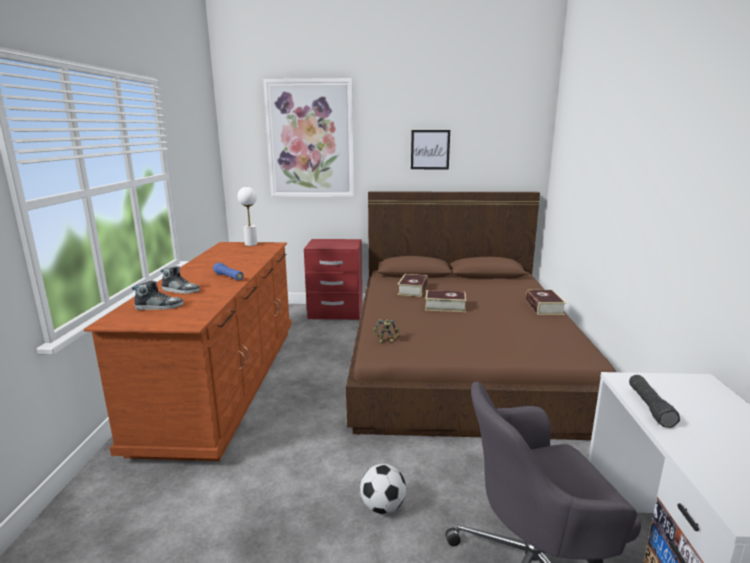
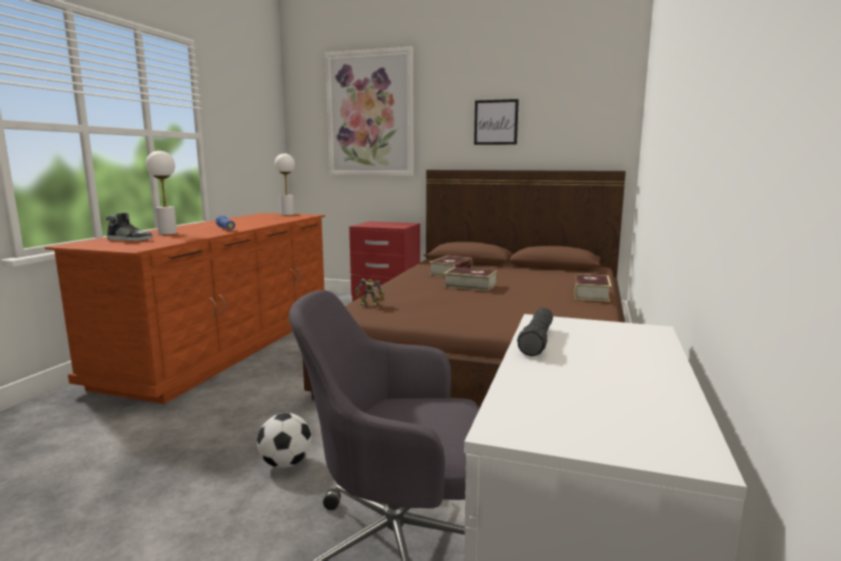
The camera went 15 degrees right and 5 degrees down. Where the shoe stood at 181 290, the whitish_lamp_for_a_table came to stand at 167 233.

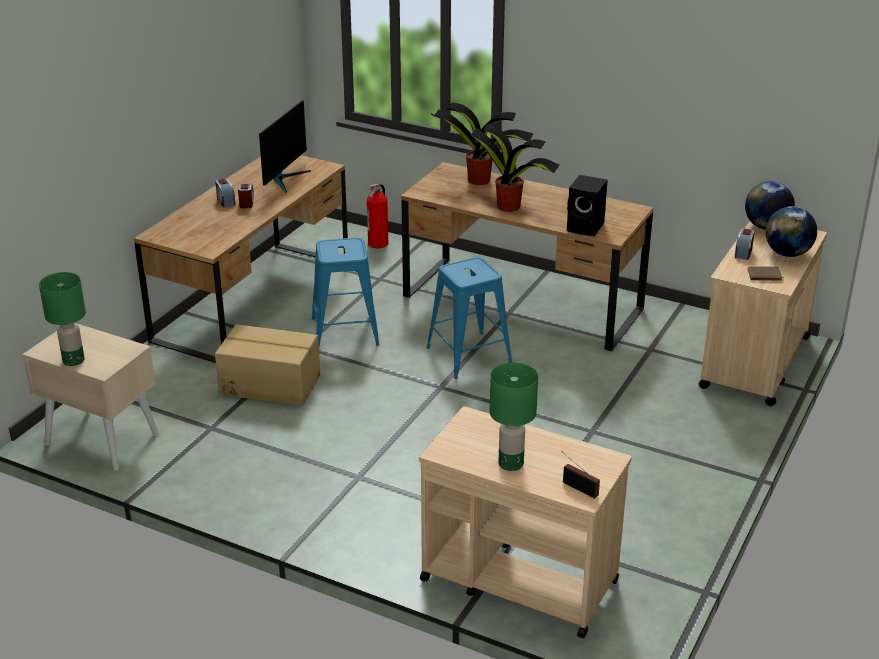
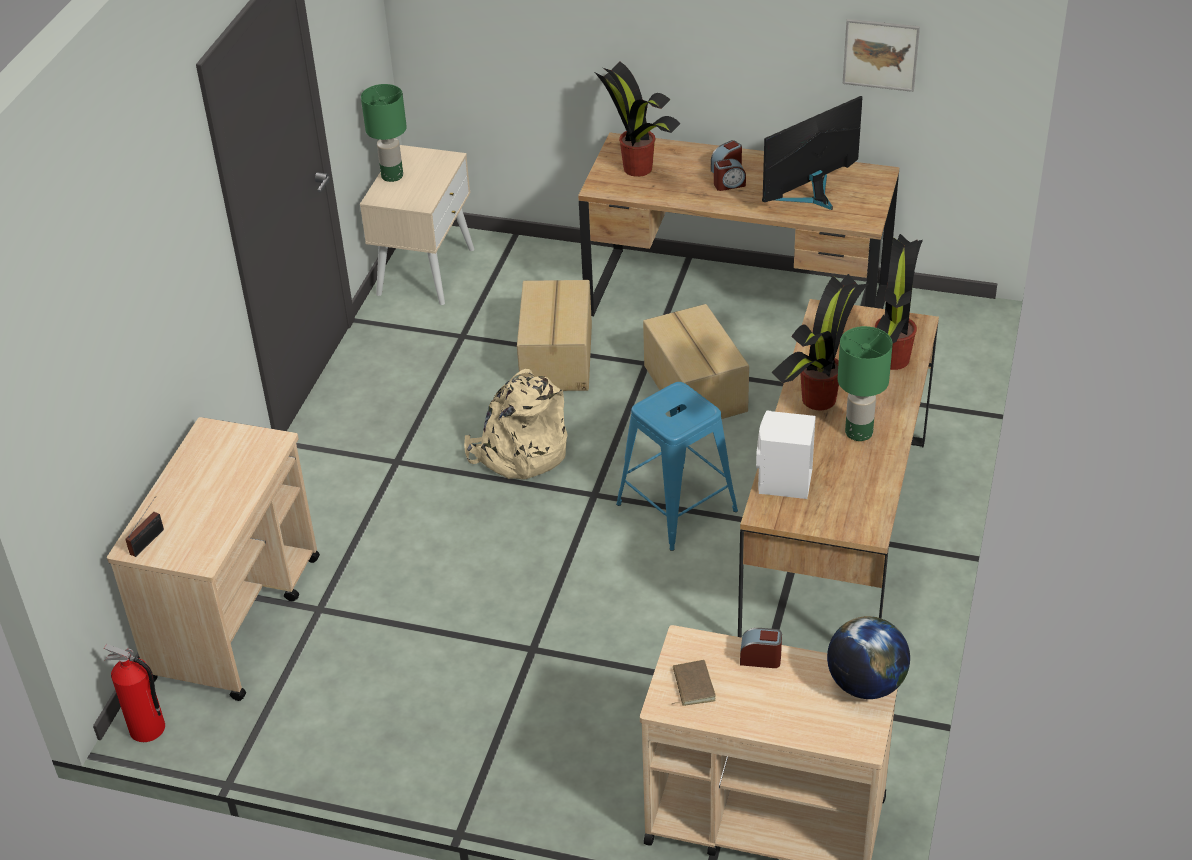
The camera went 80 degrees right and 10 degrees up. The monitor at 284 178 ended up facing another way, 135 degrees clockwise from before. What was the black-coloured_loudspeaker at 586 227 turned into the whitish_loudspeaker at 784 483. The extinguisher ended up elsewhere, having gone from 378 243 to 147 729. The second view lost the desk_globe at 787 254. Where the blue_stool_seat stood at 344 331, the packing_box came to stand at 694 389. The green-coloured_lamp_for_a_table ended up elsewhere, having gone from 510 463 to 858 432. The second view gained the wall_picture at 880 54. The second view gained the houseplant at 637 167. The second view gained the beige-coloured_backpack at 519 453.

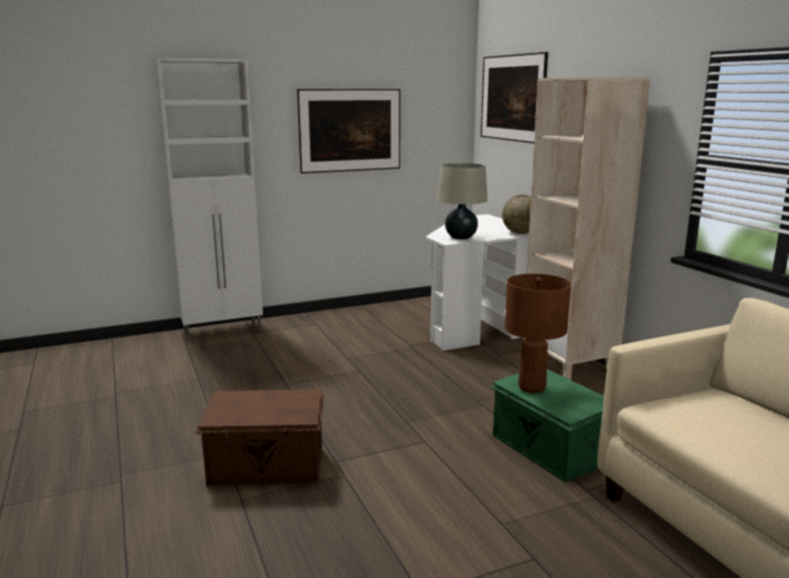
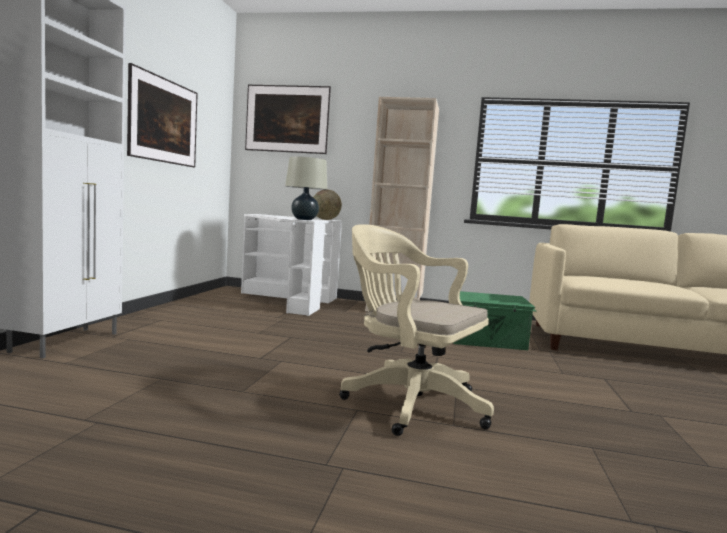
The camera went 55 degrees left and 10 degrees down. The second view lost the brownish_lamp_for_a_table at 531 387. Where the brownish_storage_box stood at 267 466, the beige-coloured_desk_chair came to stand at 408 402.

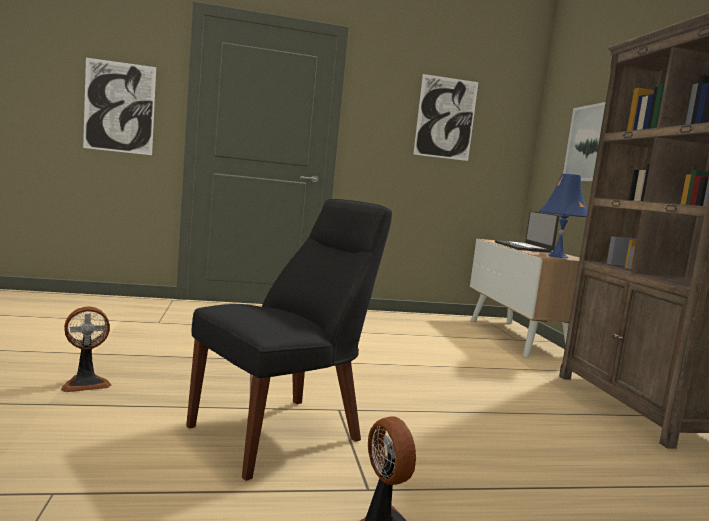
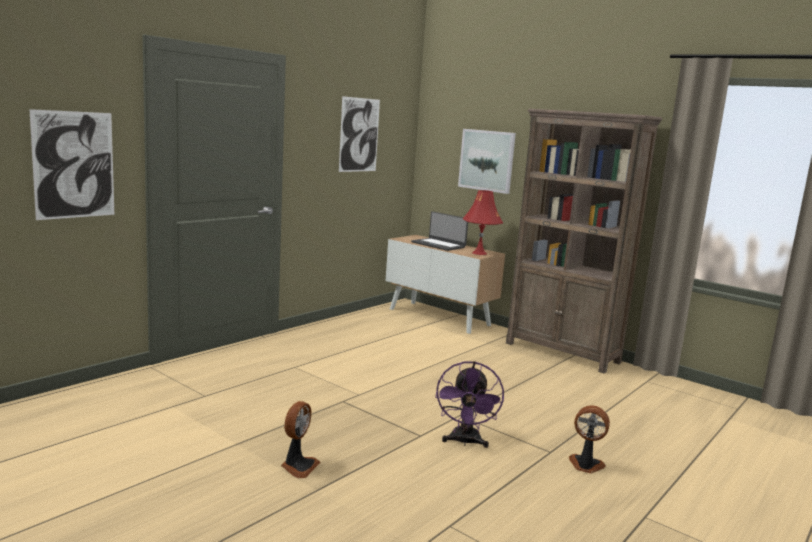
The camera went 40 degrees left and 5 degrees up. What was the blue_lamp_for_a_table at 557 256 turned into the reddish_lamp_for_a_table at 479 253. Where the black-coloured_chair stood at 282 432, the purple-coloured_electric_fan came to stand at 465 442.

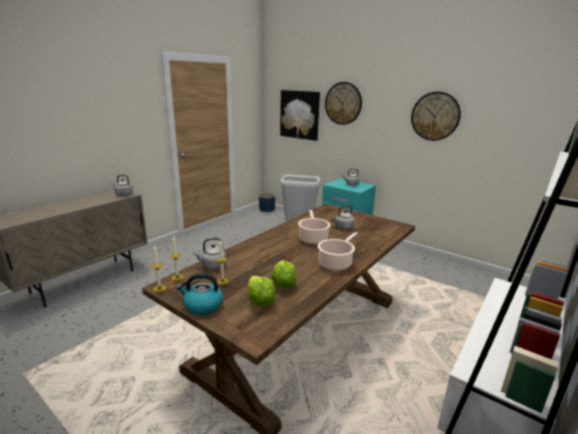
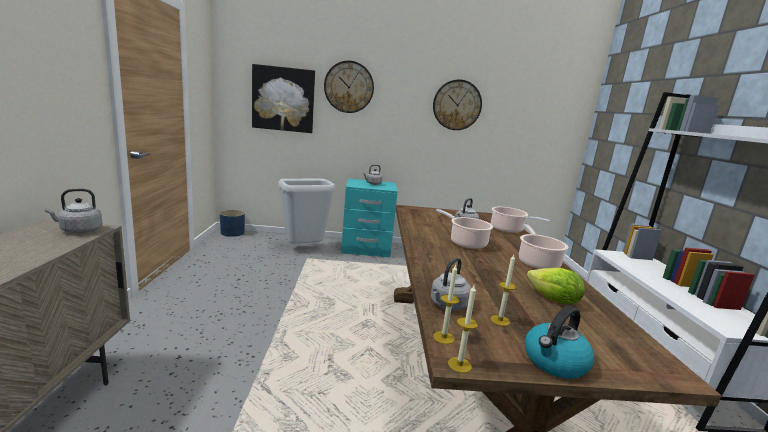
The camera went 40 degrees left and 5 degrees down. The second view lost the head_of_lettuce at 260 301. The second view gained the saucepot at 508 230.

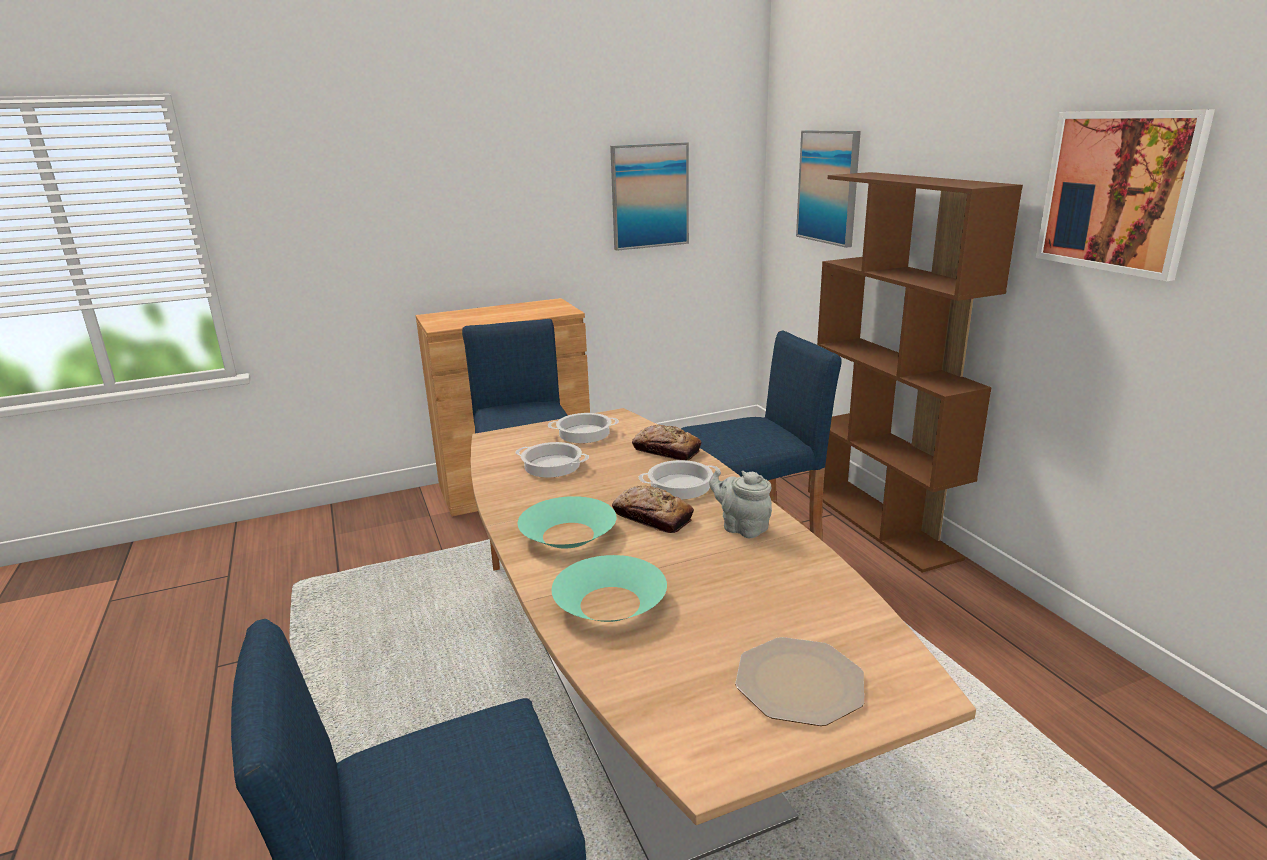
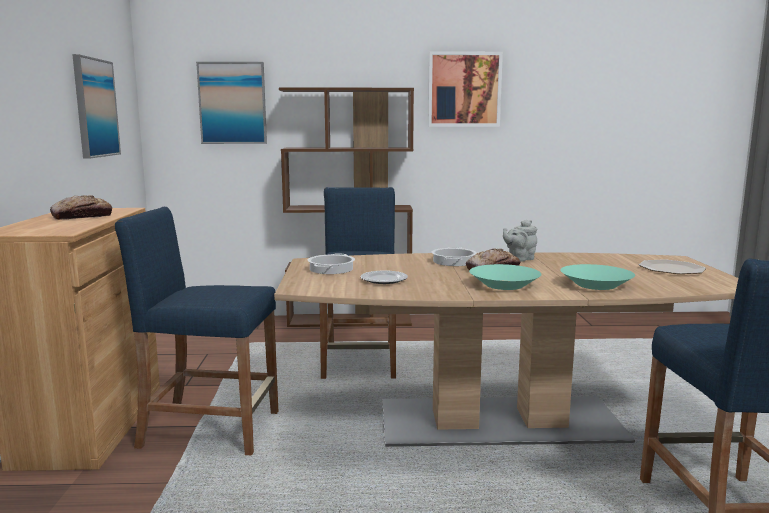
The camera went 70 degrees left and 10 degrees down. The bread ended up elsewhere, having gone from 666 450 to 82 216. Where the saucepot stood at 551 466, the dinner_plate came to stand at 384 280.

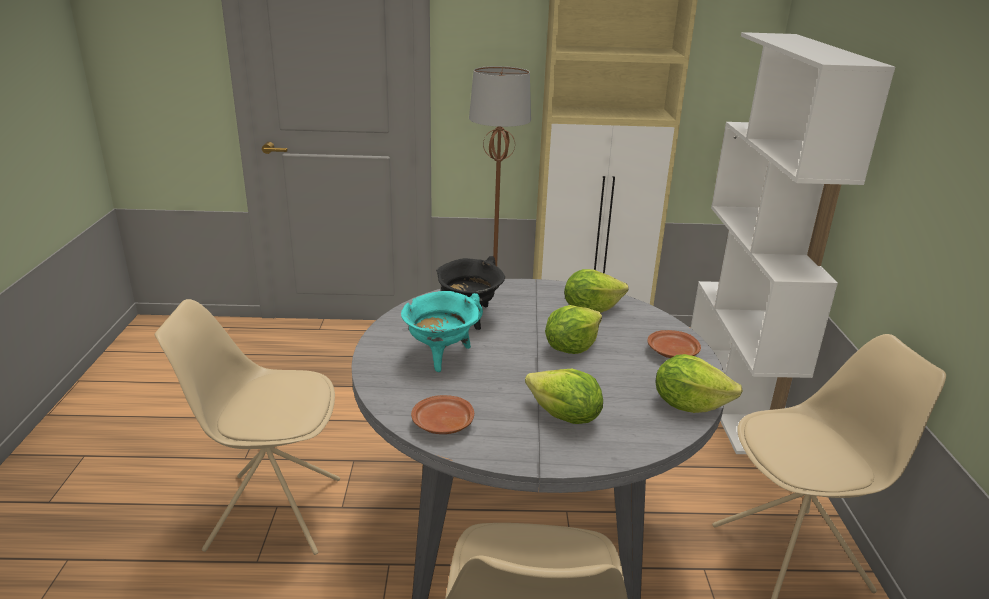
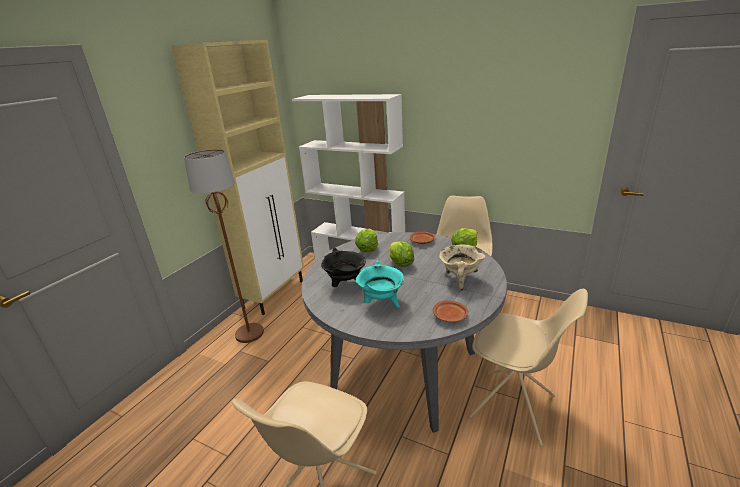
The camera went 60 degrees left and 0 degrees up. Where the head_of_lettuce stood at 564 417, the beige-coloured_saucepot came to stand at 460 280.

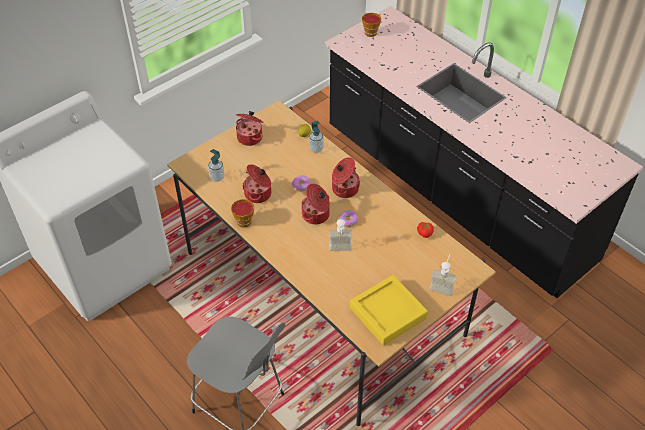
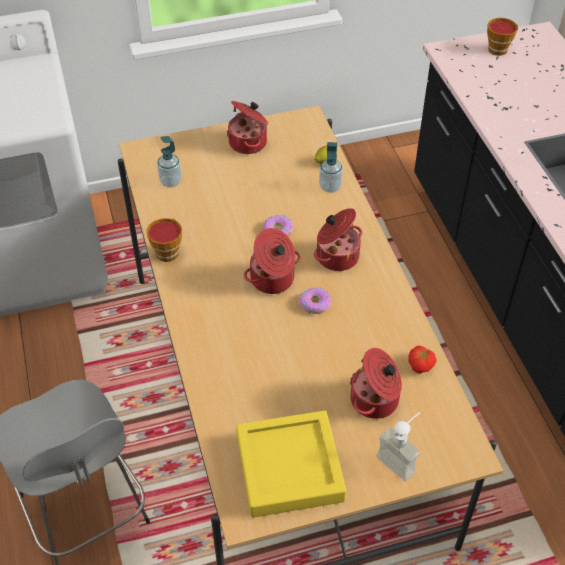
The camera went 25 degrees right and 0 degrees up. The saucepot ended up elsewhere, having gone from 258 194 to 375 400. The second view lost the soap_bottle at 340 251.

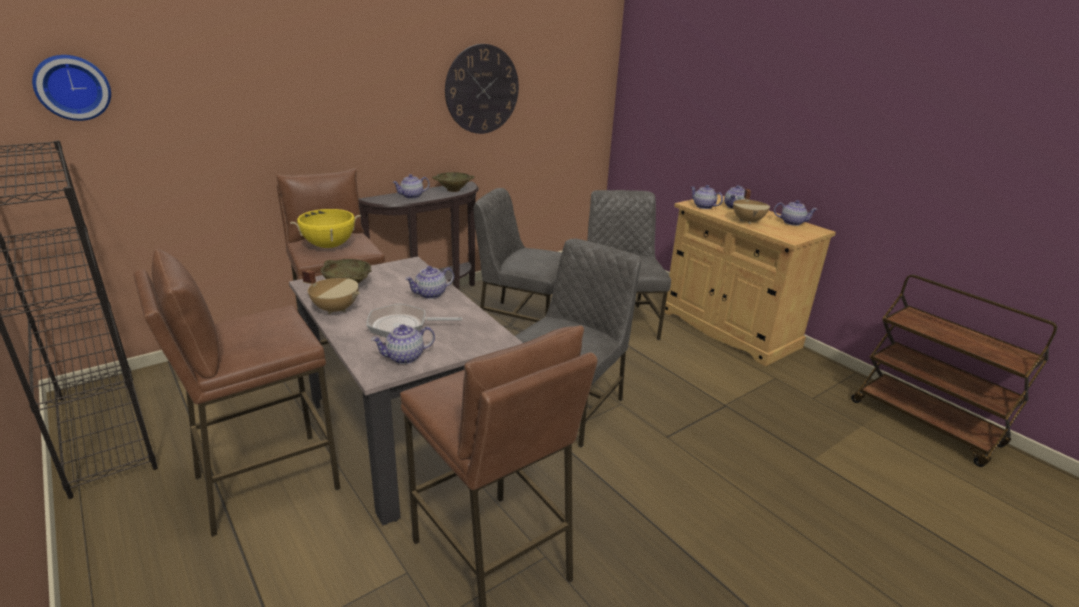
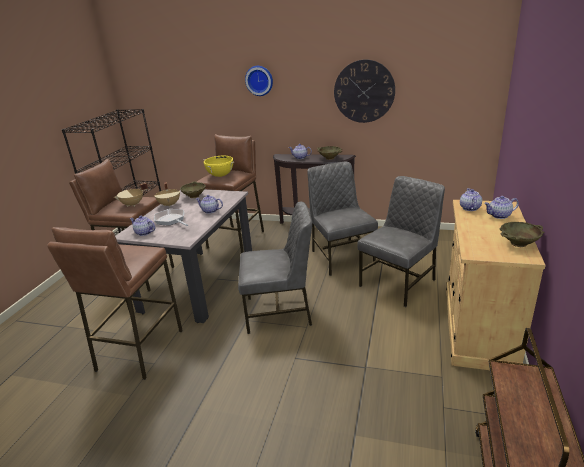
The camera went 55 degrees right and 0 degrees up. The clock_on_the_wall ended up elsewhere, having gone from 72 87 to 259 80. The beige-coloured_saucepot ended up elsewhere, having gone from 748 221 to 133 205. Where the pot_for_tea stood at 792 223, the beige-coloured_deep_dish came to stand at 519 243.

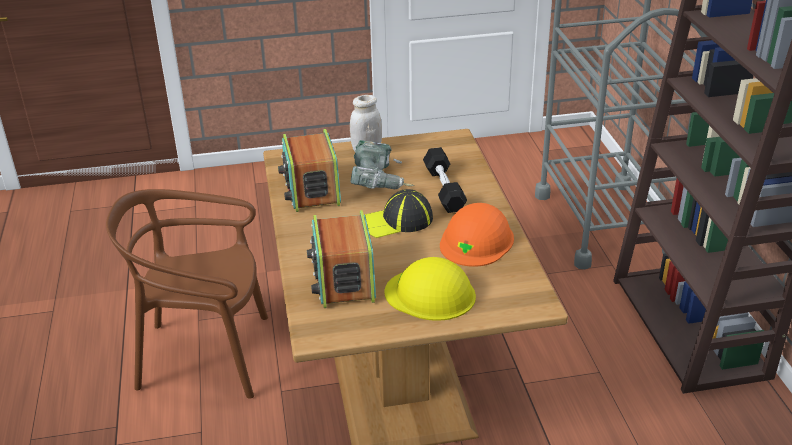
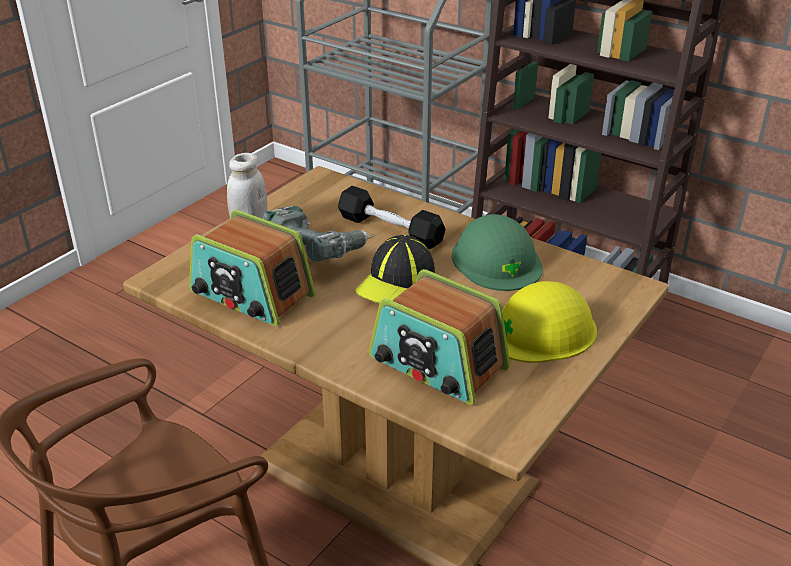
The camera went 45 degrees left and 0 degrees up. What was the orange_hard_hat at 476 240 turned into the green-coloured_hard_hat at 496 260.

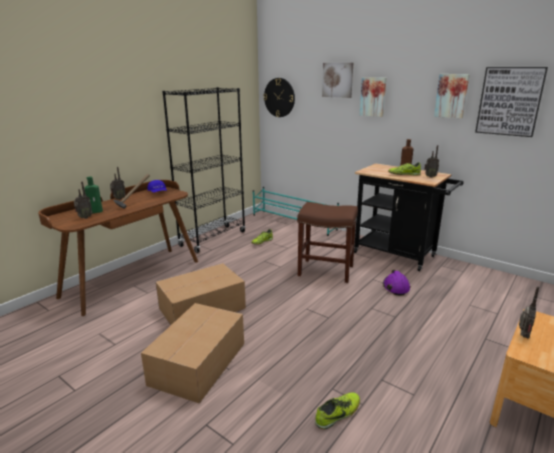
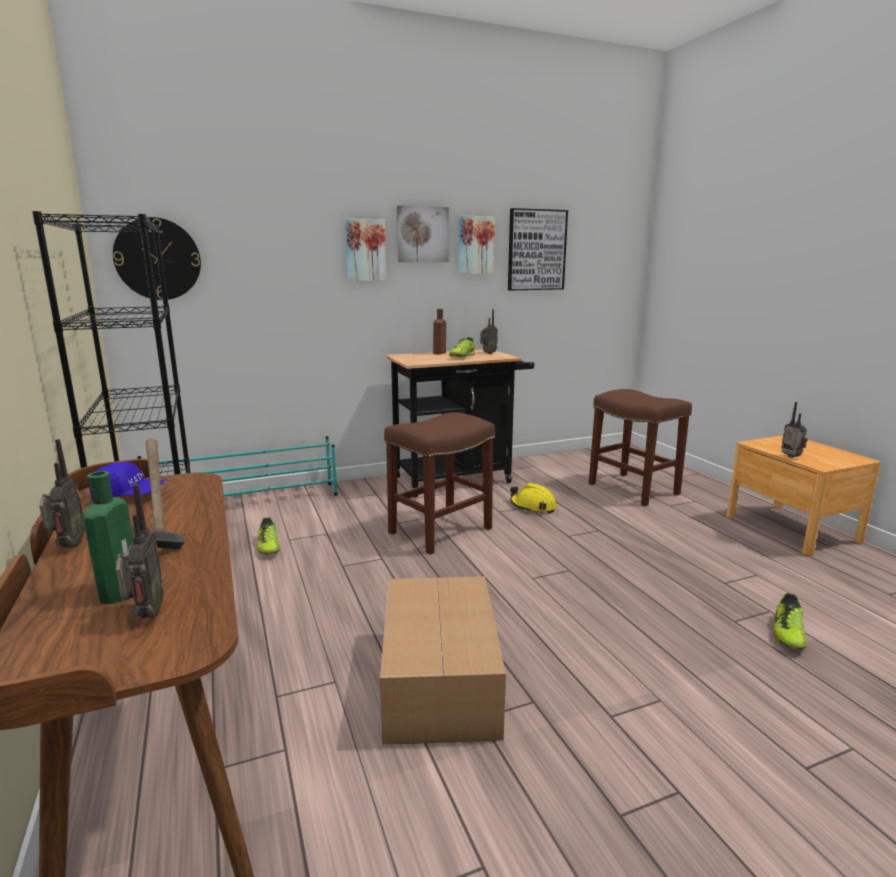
The camera went 60 degrees left and 5 degrees down. The wall_picture ended up elsewhere, having gone from 337 80 to 422 234. What was the purple-coloured_hard_hat at 396 287 turned into the yellow_hard_hat at 533 506. The second view lost the packing_box at 197 364. The shoe at 338 414 ended up facing another way, 150 degrees counterclockwise from before. The second view gained the brownish_stool_seat at 634 489.

